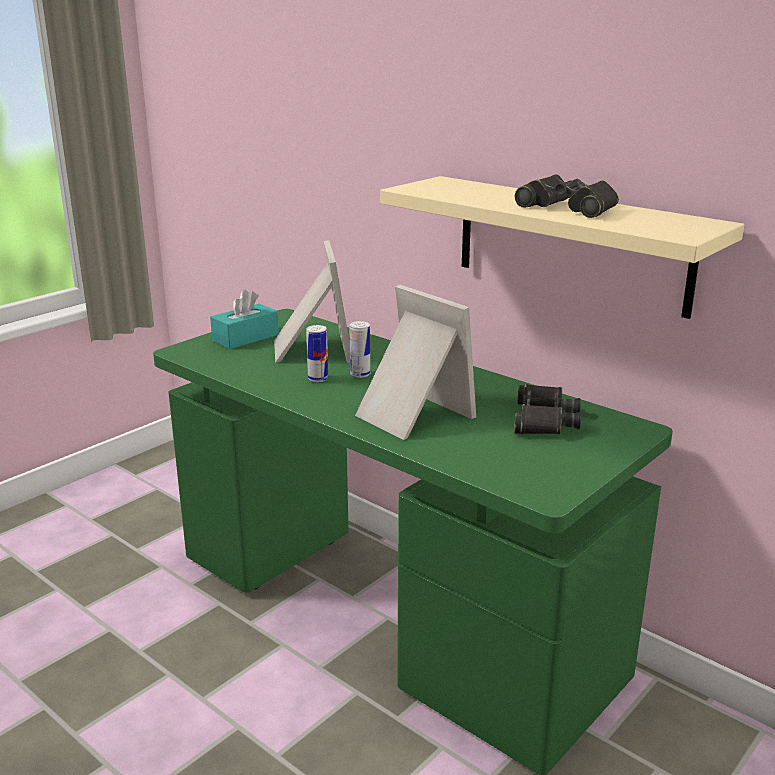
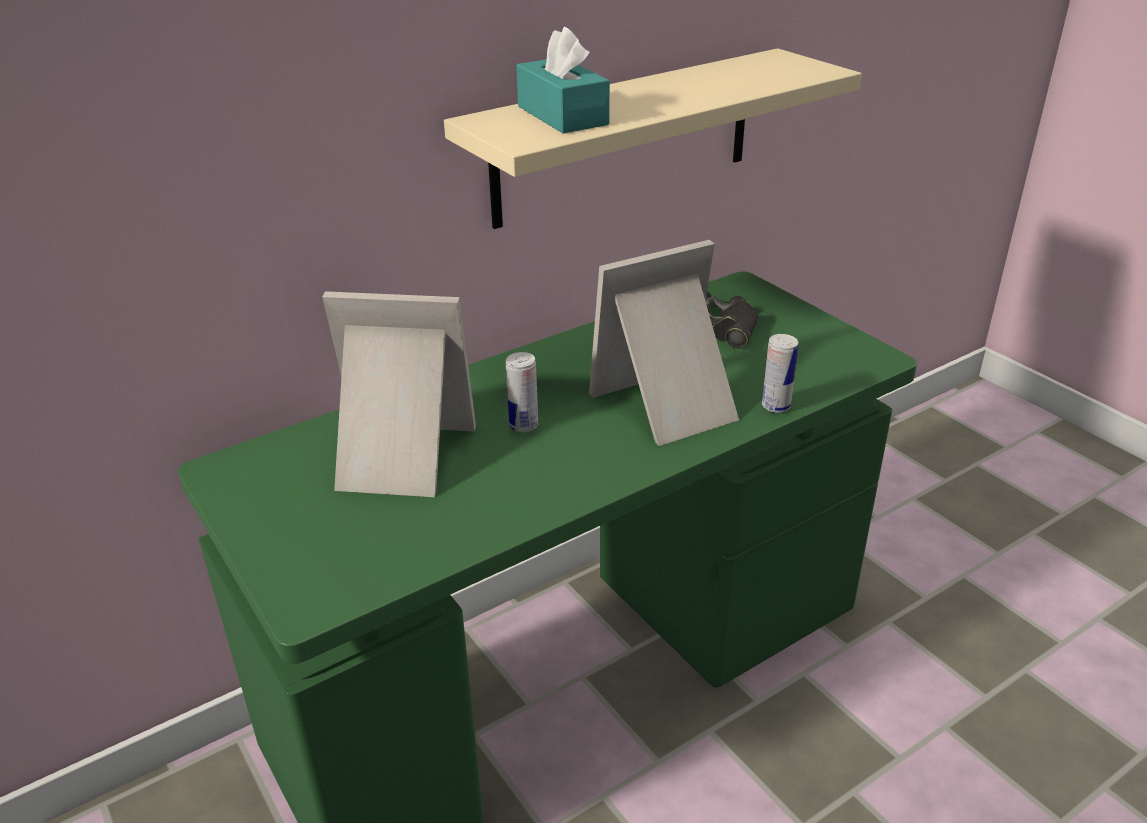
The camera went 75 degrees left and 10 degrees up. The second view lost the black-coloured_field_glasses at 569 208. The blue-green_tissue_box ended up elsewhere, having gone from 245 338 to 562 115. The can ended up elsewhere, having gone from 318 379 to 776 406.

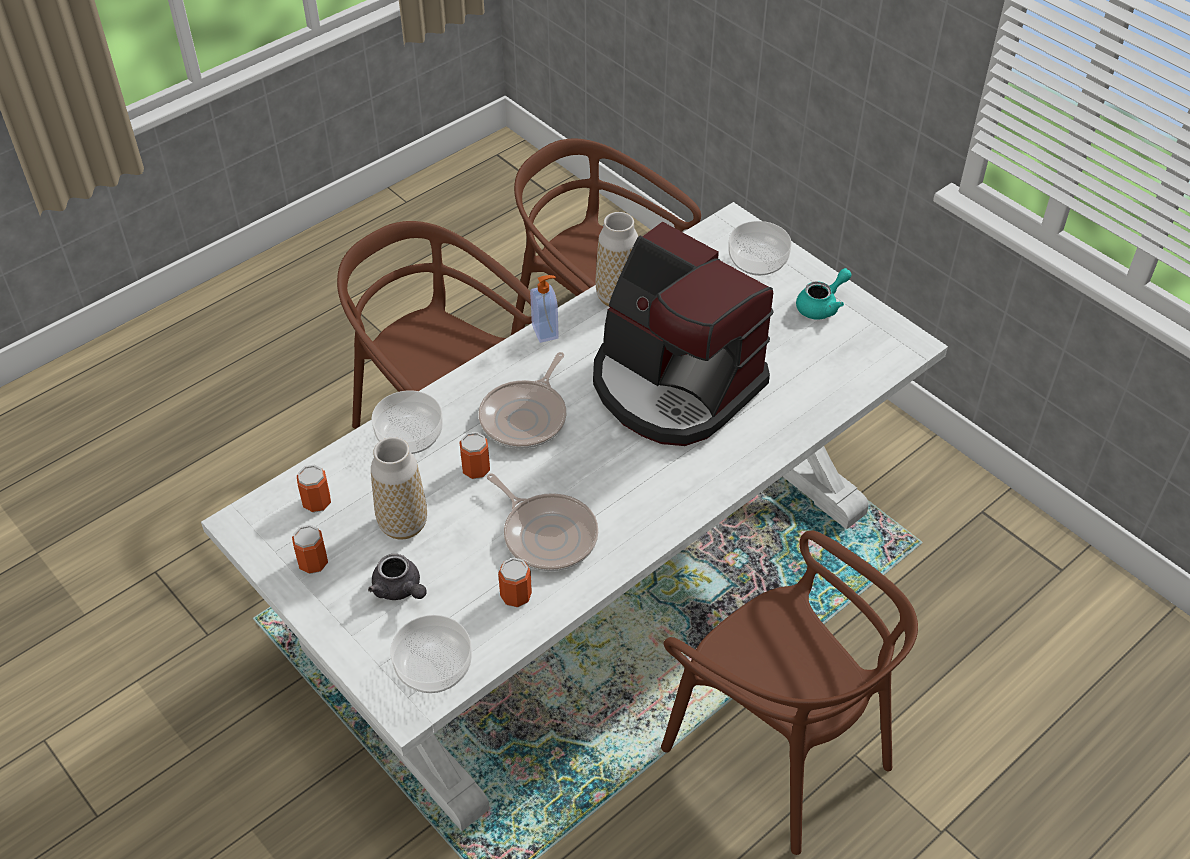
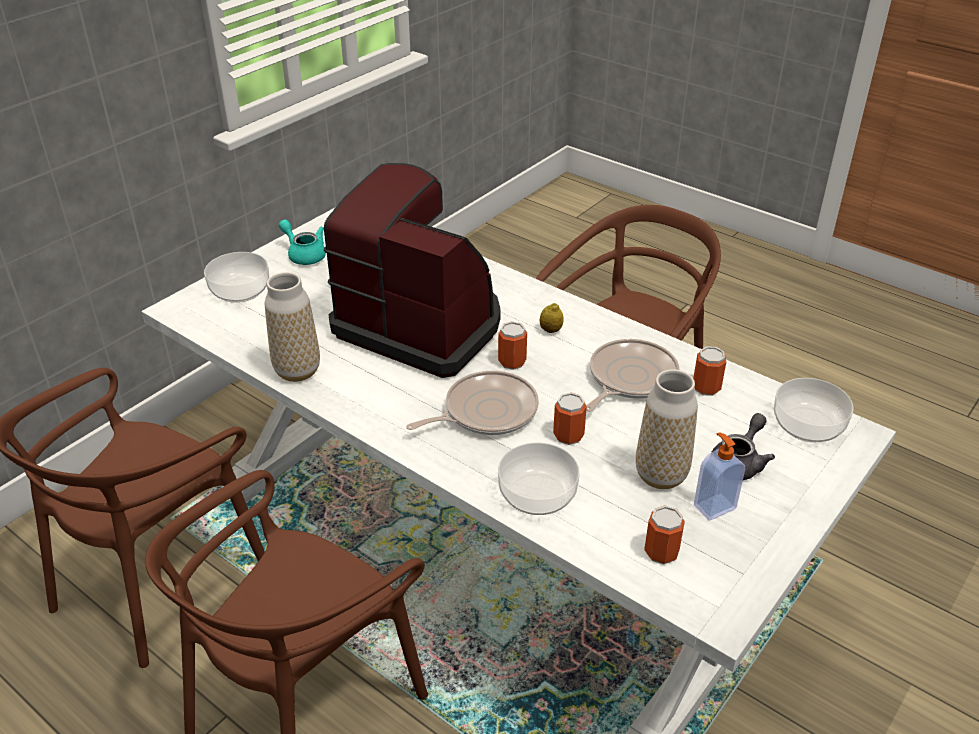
The camera went 100 degrees left and 10 degrees down. The coffee_machine at 674 385 ended up facing another way, 90 degrees counterclockwise from before. The soap_bottle ended up elsewhere, having gone from 546 331 to 713 506. The frying_pan at 526 417 ended up facing another way, 45 degrees counterclockwise from before. The can ended up elsewhere, having gone from 313 563 to 512 362. The second view gained the lemon at 551 330.

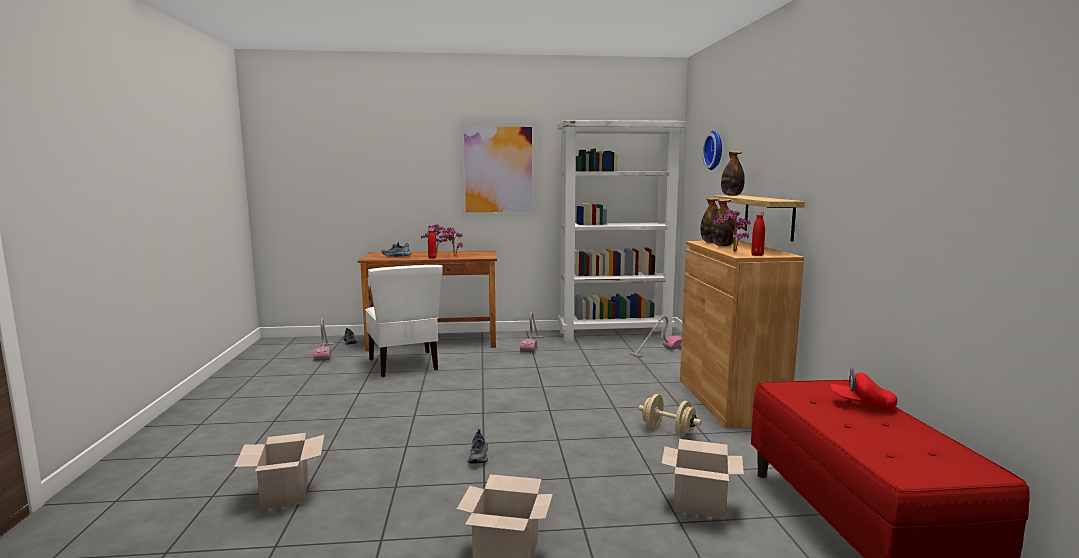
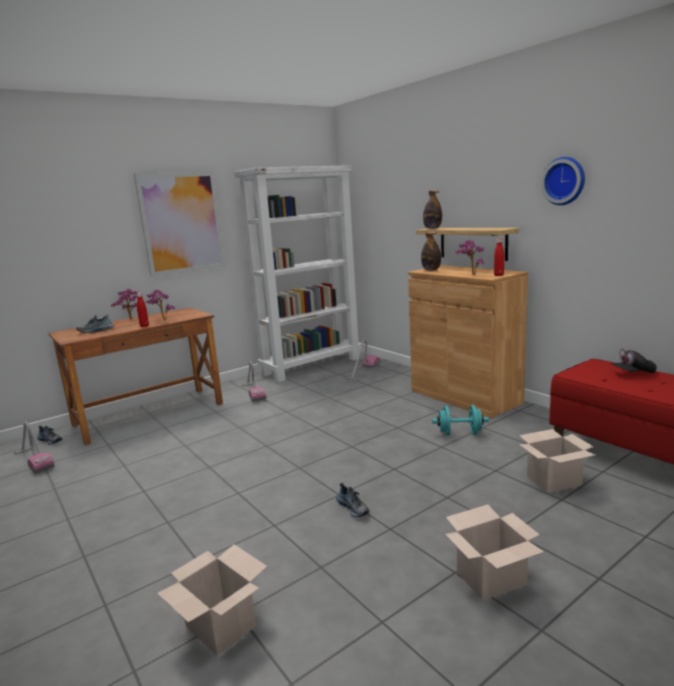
The camera went 30 degrees left and 5 degrees up. The clock_on_the_wall ended up elsewhere, having gone from 715 150 to 564 181. The second view lost the bottle at 723 245. The second view lost the whitish_chair at 404 364. What was the reddish_cap at 862 404 turned into the black-coloured_cap at 632 373. What was the beige-coloured_dumbbell at 668 431 turned into the blue-green_dumbbell at 460 433.

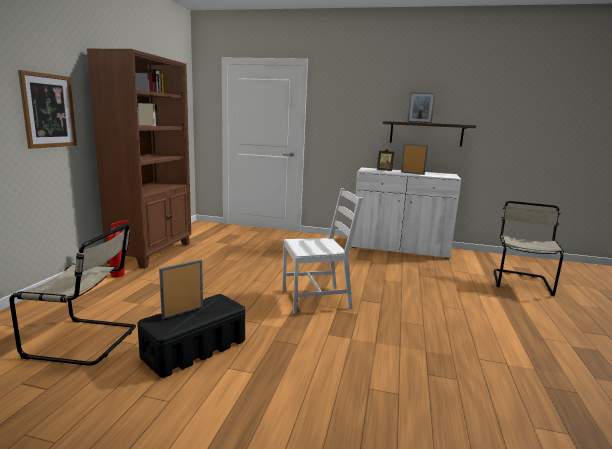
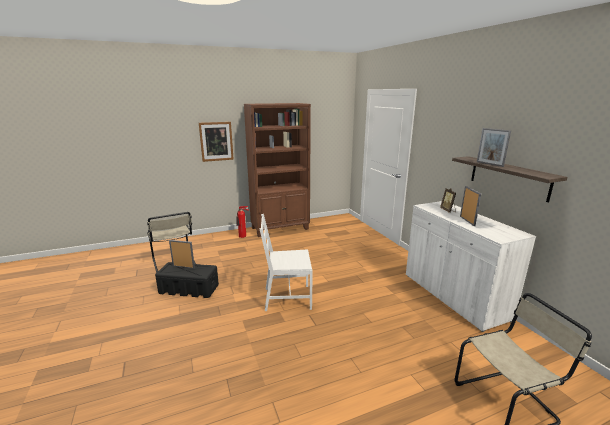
The camera went 55 degrees right and 5 degrees up. The whitish_chair at 316 299 ended up facing another way, 135 degrees clockwise from before.

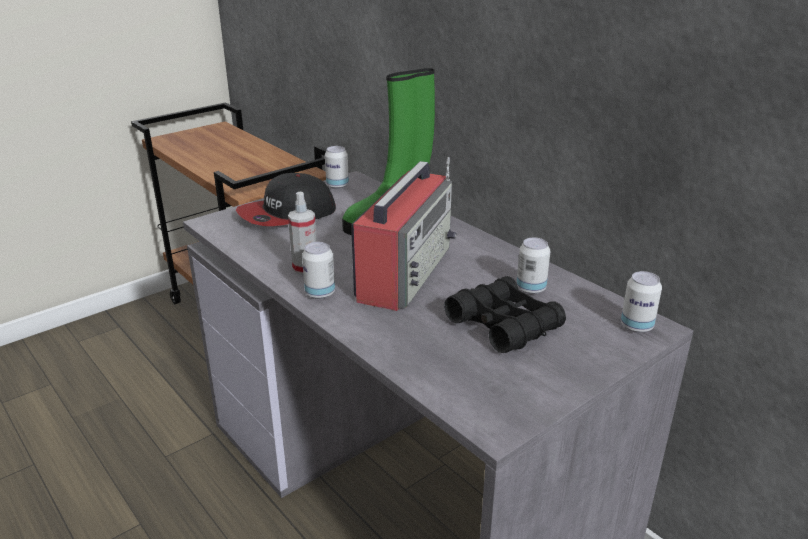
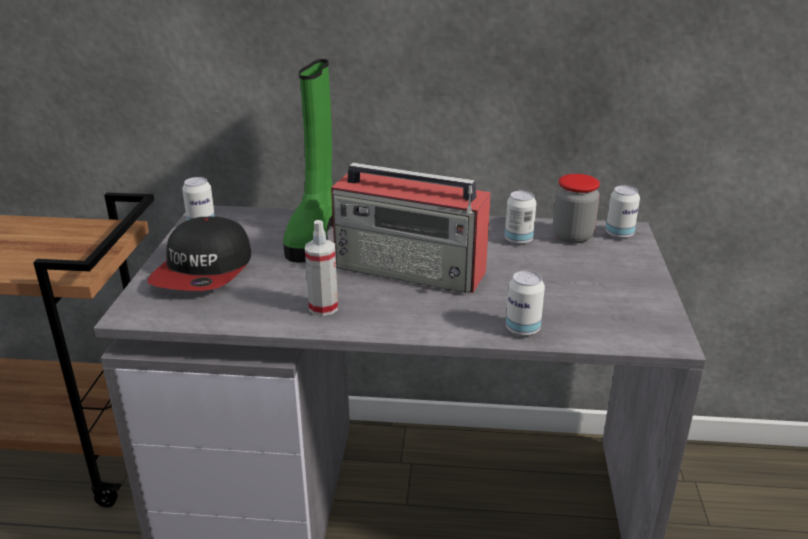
The camera went 45 degrees left and 0 degrees up. The radio at 405 272 ended up facing another way, 135 degrees clockwise from before. The can ended up elsewhere, having gone from 320 293 to 522 329. The second view lost the black-coloured_field_glasses at 504 325. The second view gained the preserve_jar at 572 236.

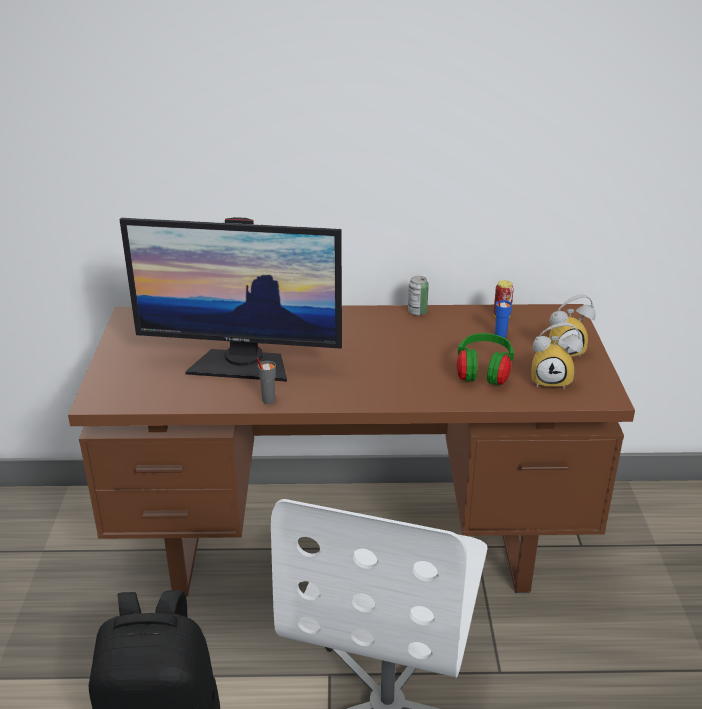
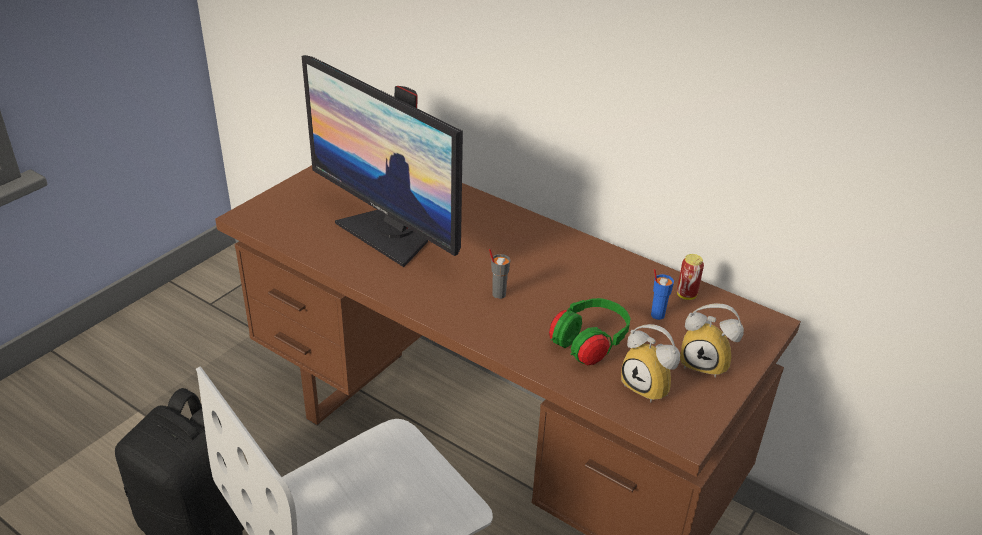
The camera went 35 degrees right and 5 degrees up. The second view lost the can at 417 312. The greyish_cup ended up elsewhere, having gone from 268 400 to 498 294.

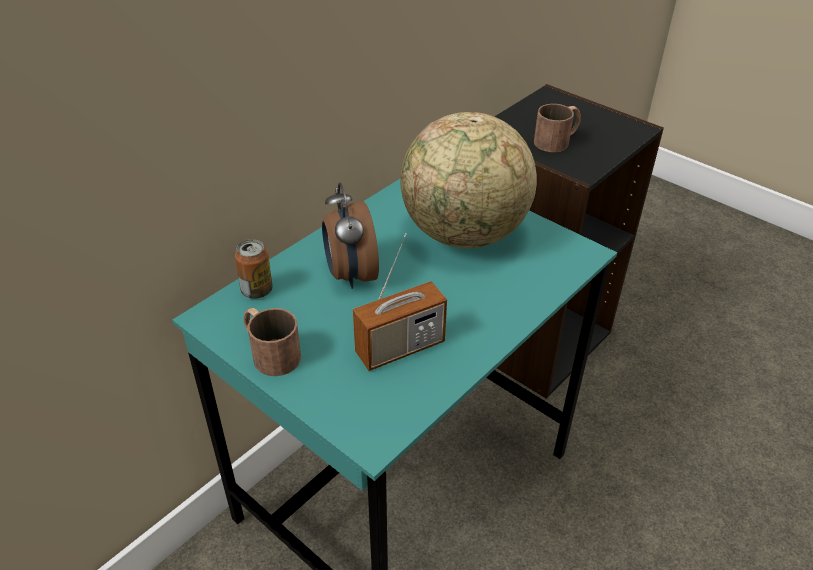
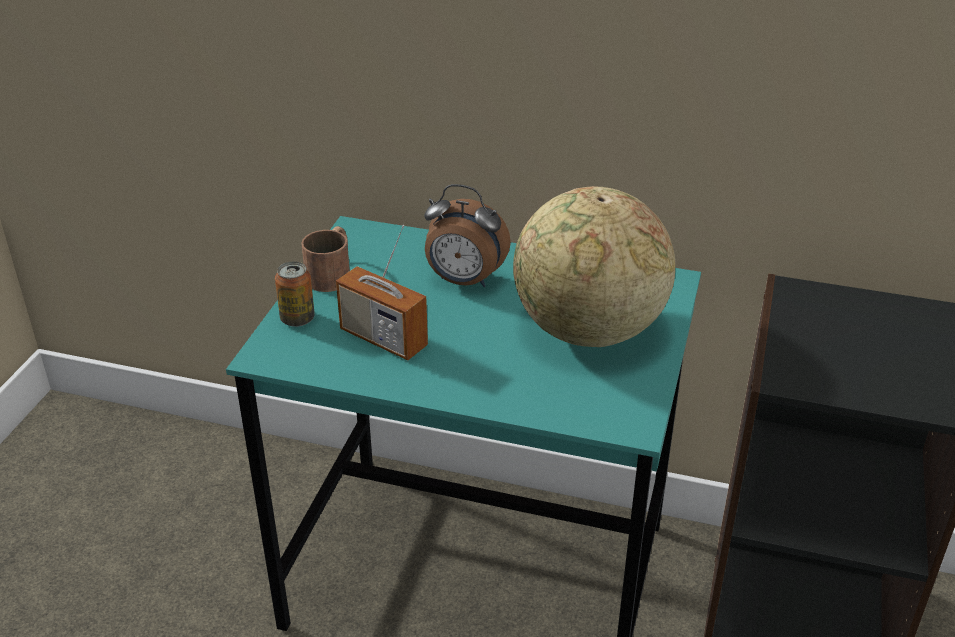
The camera went 65 degrees right and 5 degrees down. The second view lost the brownish_tea_mug at 558 140. The bedside_clock at 350 274 ended up facing another way, 120 degrees counterclockwise from before. The can ended up elsewhere, having gone from 257 290 to 297 319.

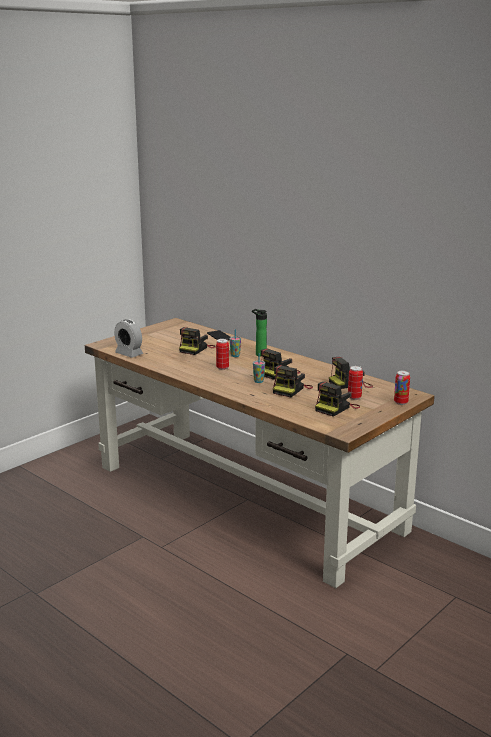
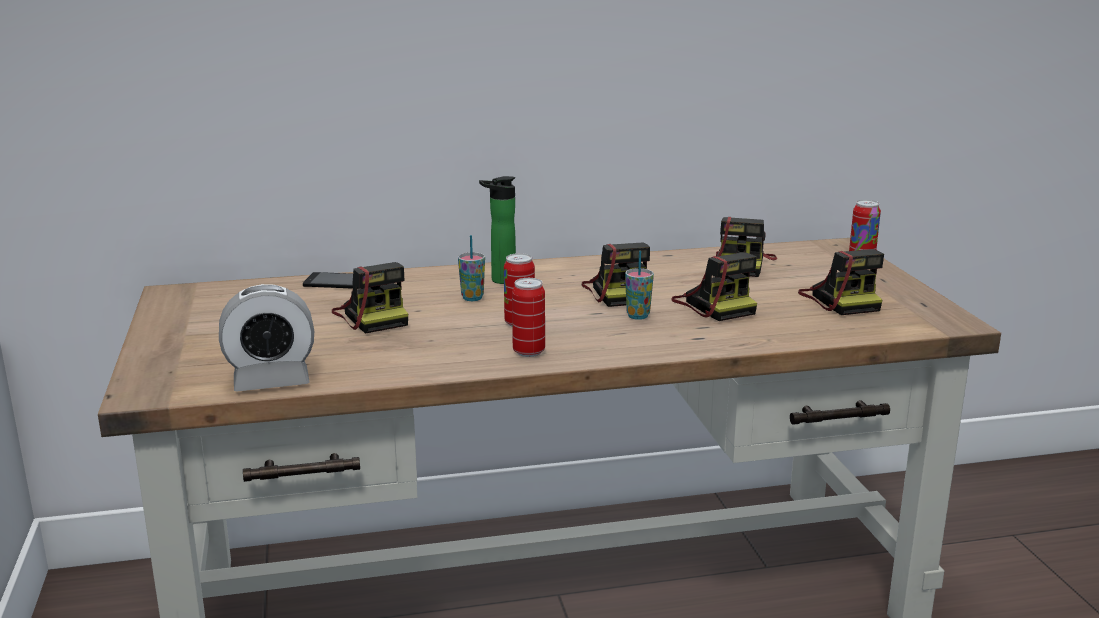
The camera went 55 degrees left and 0 degrees up. The can ended up elsewhere, having gone from 354 397 to 528 352.

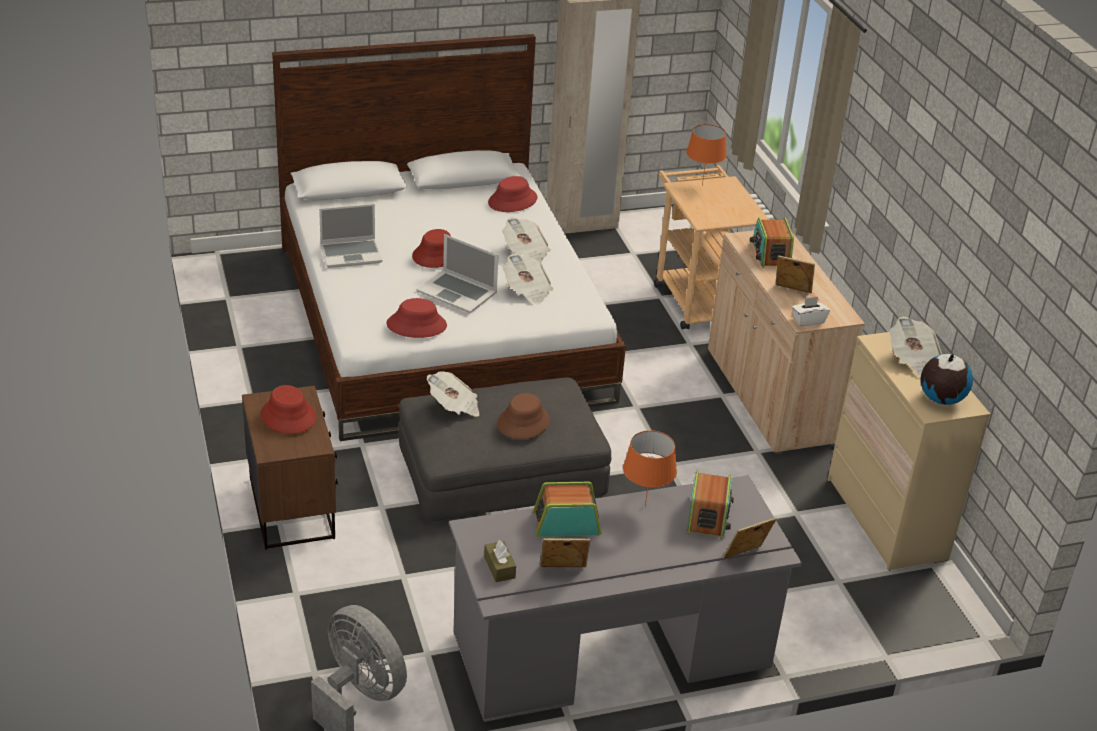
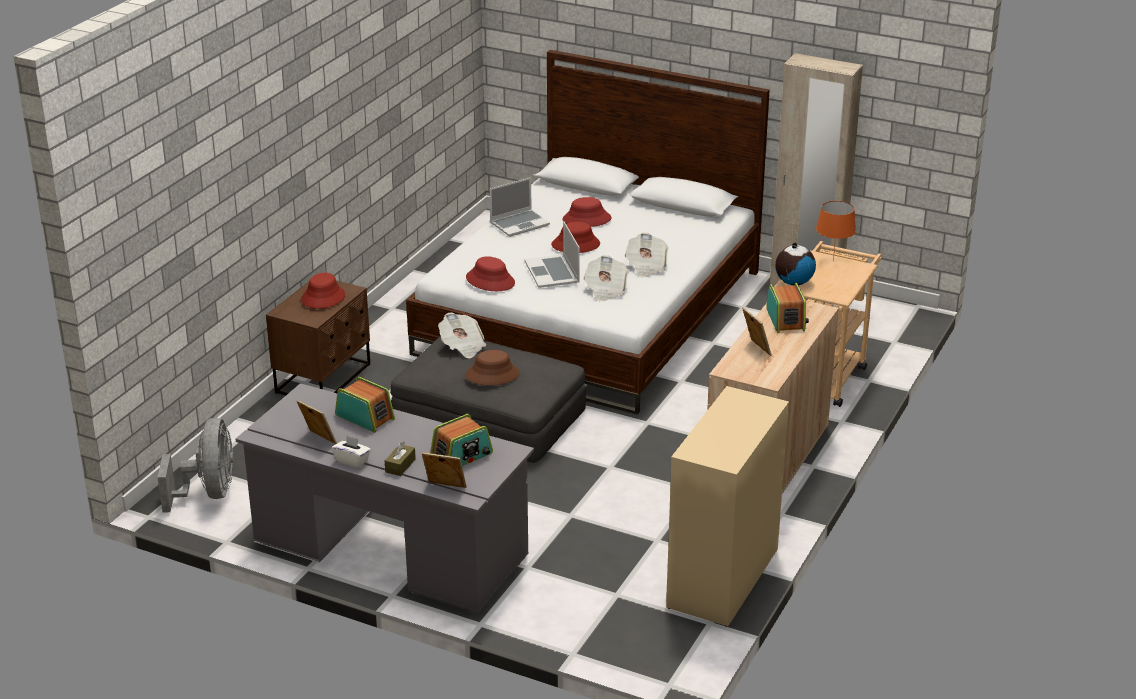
The camera went 45 degrees right and 5 degrees down. The reddish_hat ended up elsewhere, having gone from 512 201 to 586 219. The notebook_computer at 351 254 ended up facing another way, 60 degrees counterclockwise from before. The radio at 770 254 ended up facing another way, 135 degrees clockwise from before. The whitish_tissue_box ended up elsewhere, having gone from 808 320 to 352 461. The second view lost the newspaper at 913 360. The desk_globe ended up elsewhere, having gone from 940 399 to 793 282. The second view lost the orange_lamp_for_a_table at 645 507. The brownish_tissue_box ended up elsewhere, having gone from 499 567 to 400 465.

